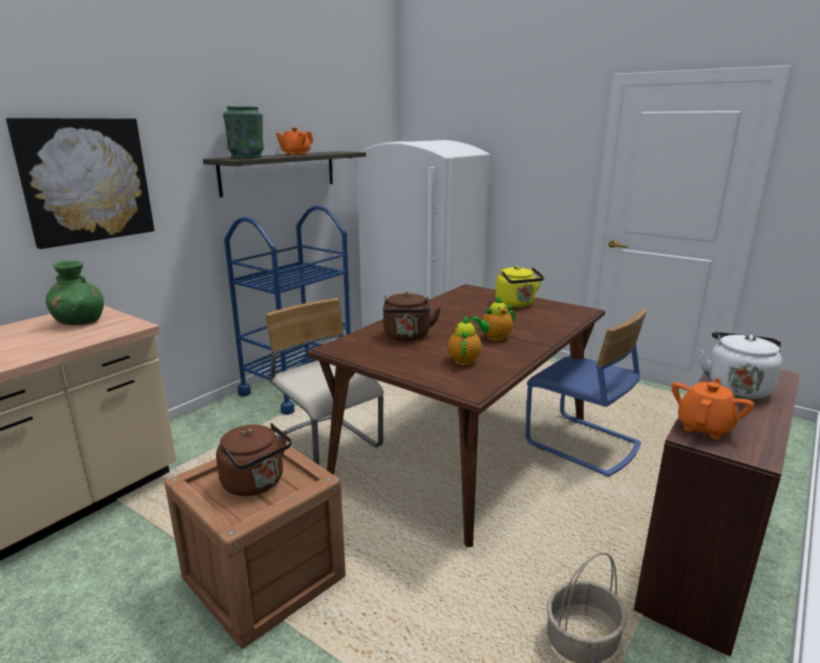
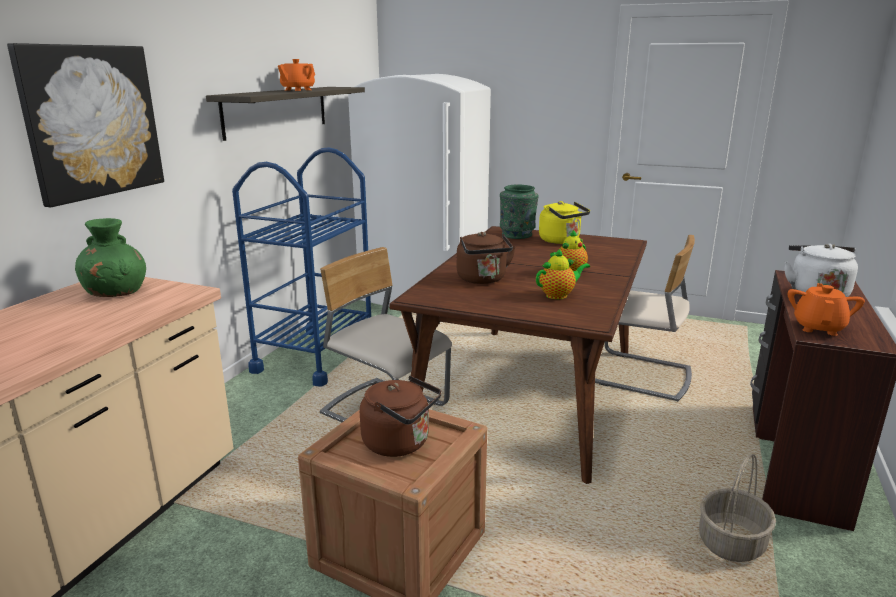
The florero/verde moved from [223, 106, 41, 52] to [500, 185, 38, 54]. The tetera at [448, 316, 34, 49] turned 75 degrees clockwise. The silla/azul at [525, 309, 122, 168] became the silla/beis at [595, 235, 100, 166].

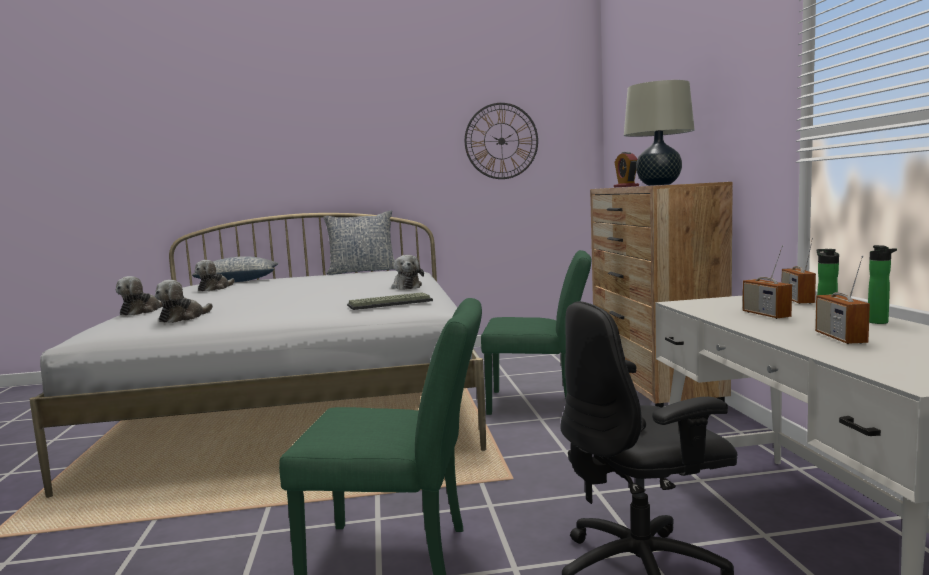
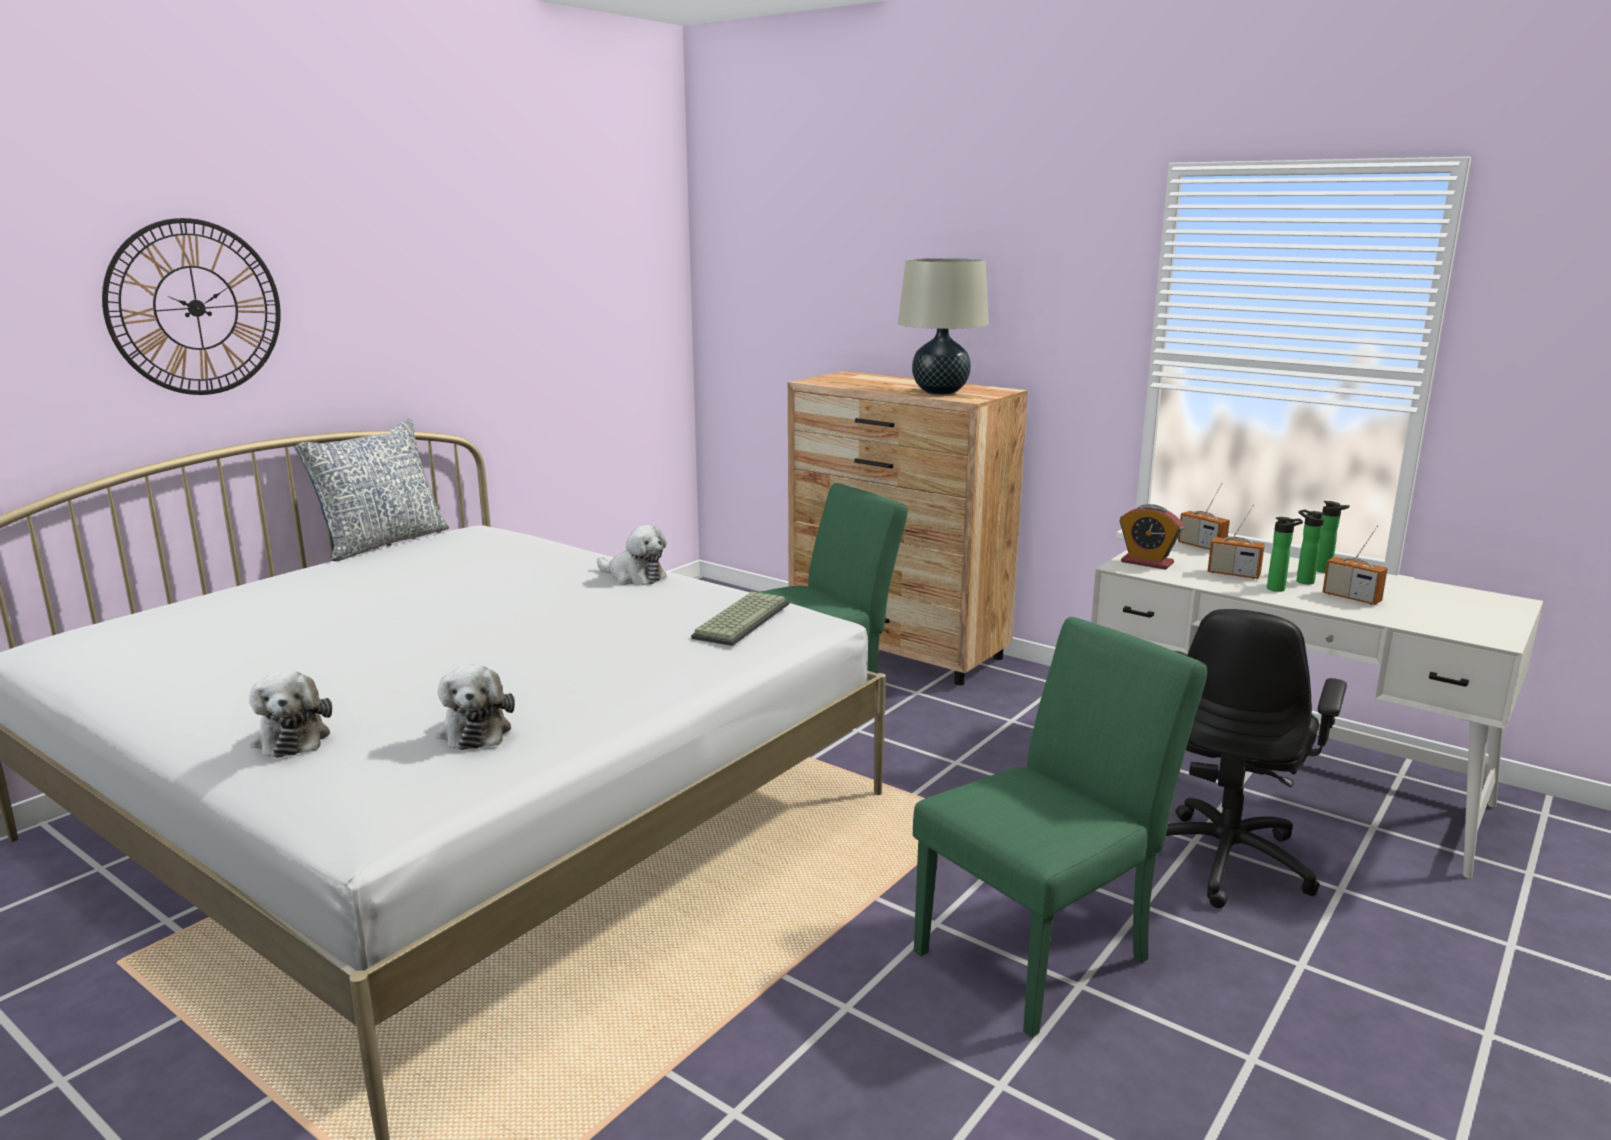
The cojín at [192, 256, 87, 26] disappeared. The peluche at [195, 260, 40, 31] disappeared. The reloj de pared moved from [465, 103, 73, 76] to [102, 218, 179, 177]. The despertador moved from [614, 152, 25, 35] to [1119, 504, 64, 66]. The botella at [1267, 517, 36, 75] appeared.

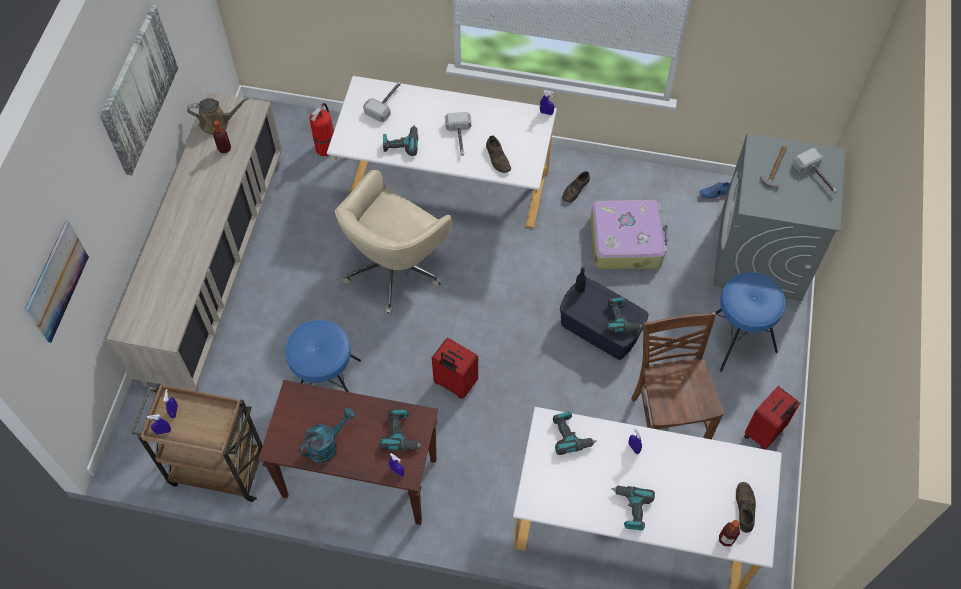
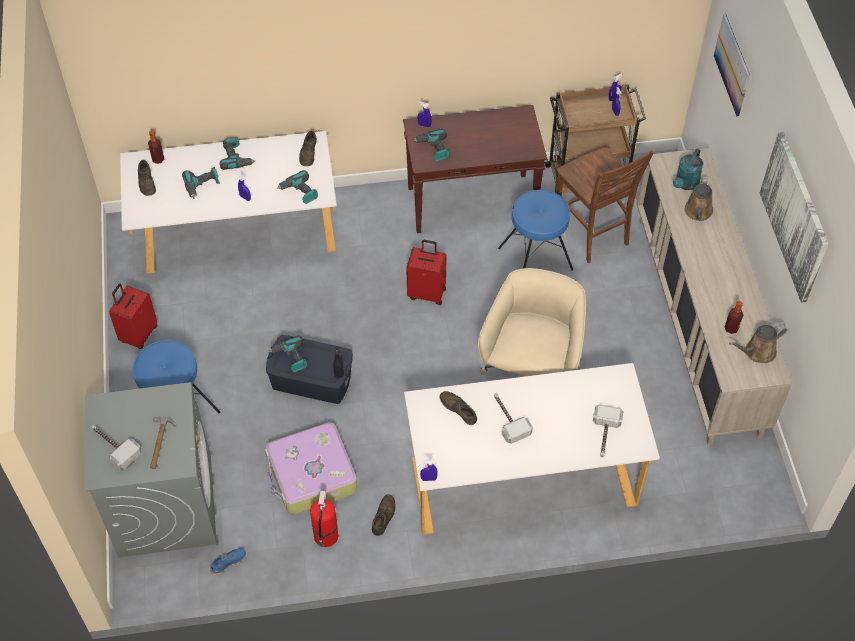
The regadera/turquesa moved from [299, 408, 56, 55] to [673, 149, 30, 41]. The extintor moved from [309, 103, 25, 53] to [310, 491, 28, 56]. The taladro moved from [383, 125, 35, 31] to [182, 167, 38, 32]. The silla/marrón moved from [631, 312, 93, 127] to [555, 147, 99, 116]. The zapato/marrón at [299, 131, 18, 35] appeared. The regadera/marrón at [684, 177, 29, 44] appeared.

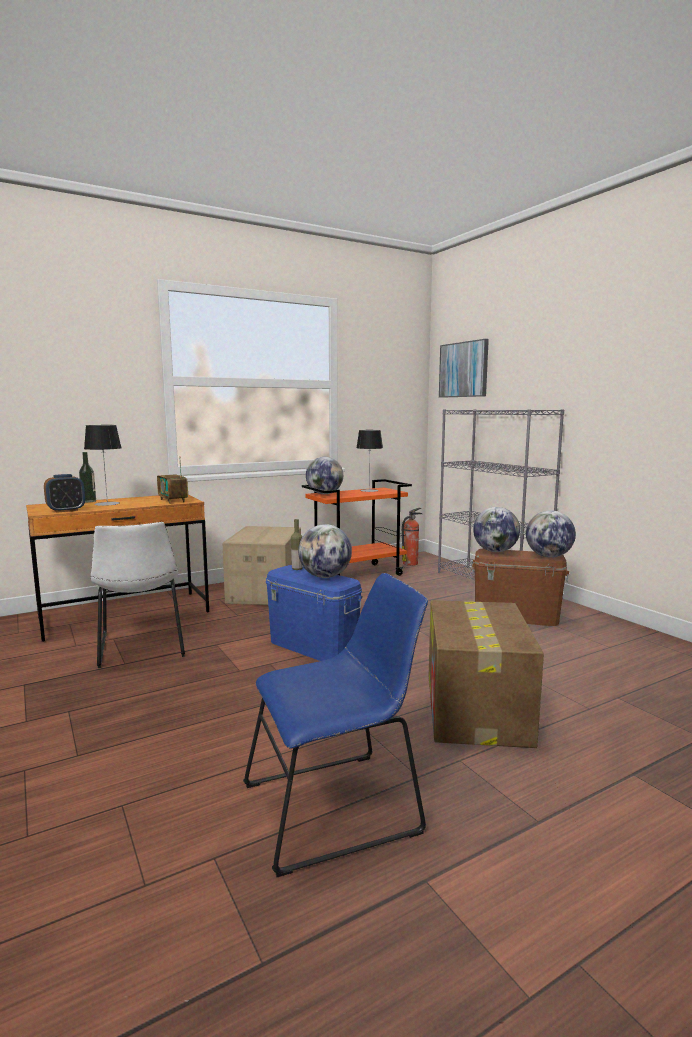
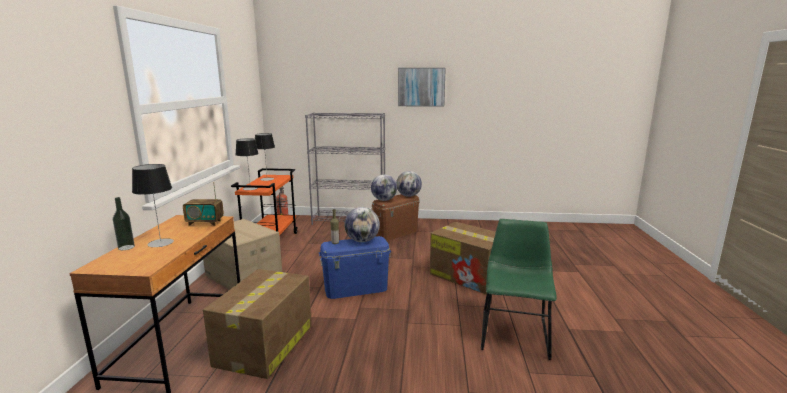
The despertador at [44, 474, 41, 39] disappeared. The silla/blanco at [91, 522, 94, 146] was replaced by the caja de cartón at [203, 269, 109, 110]. The silla/azul at [243, 573, 185, 304] became the silla/verde at [481, 219, 76, 141]. The globo terráqueo at [306, 457, 37, 37] was replaced by the lámpara de mesa at [235, 138, 24, 52]. The cuadro moved from [439, 339, 50, 59] to [398, 68, 48, 39].

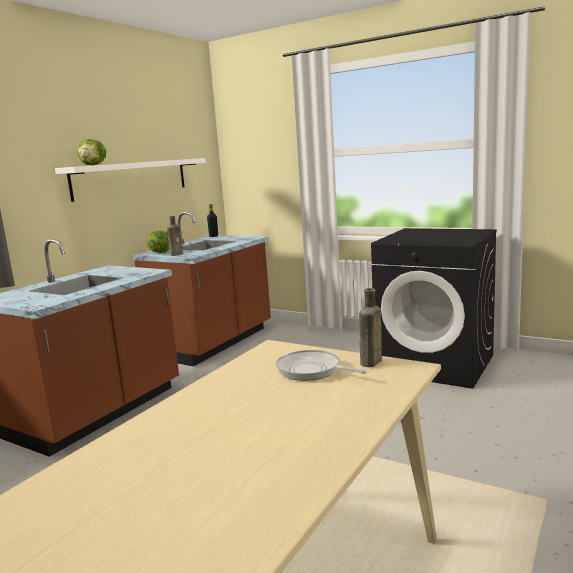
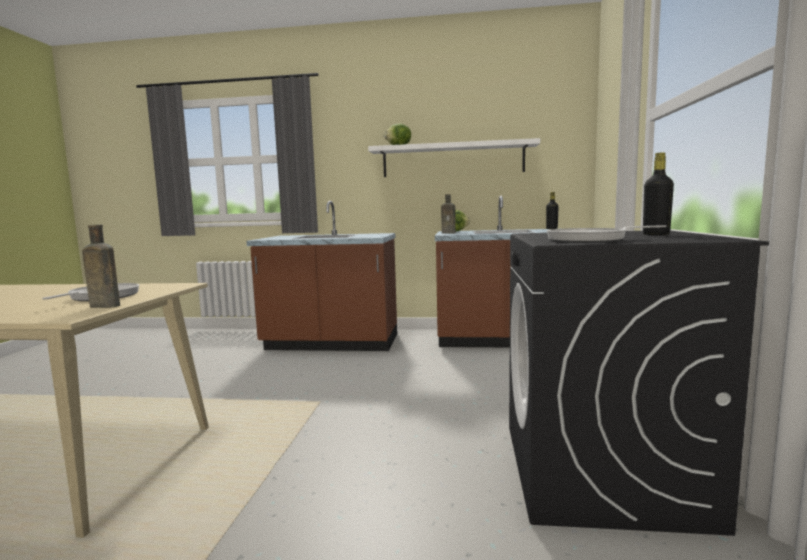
The sartén at [547, 225, 120, 18] appeared. The botella/negro at [643, 152, 31, 83] appeared.

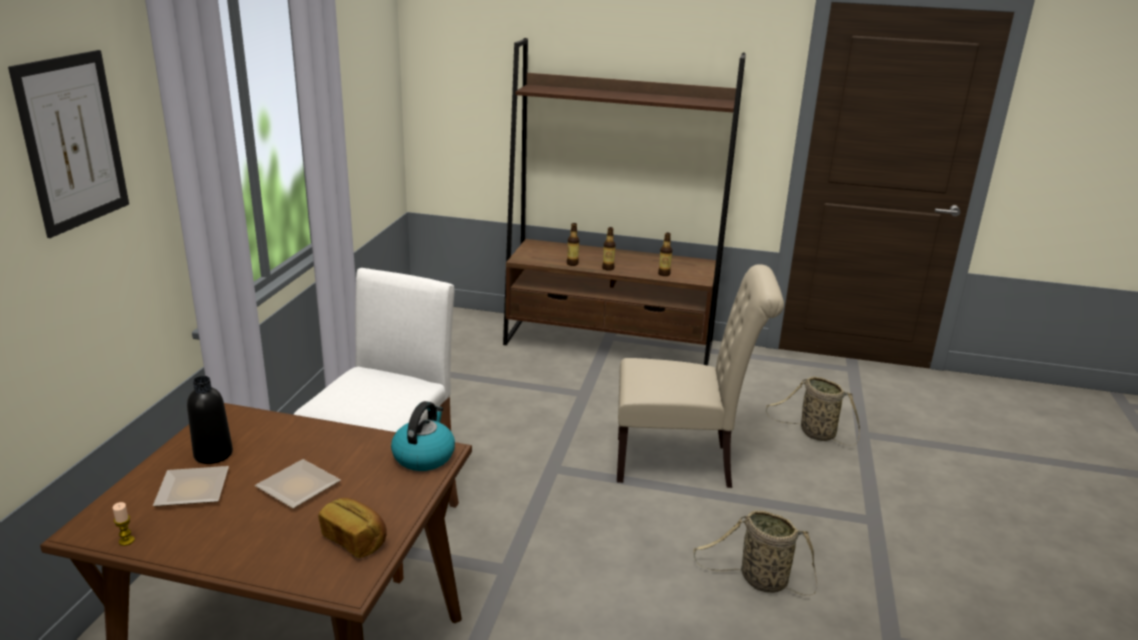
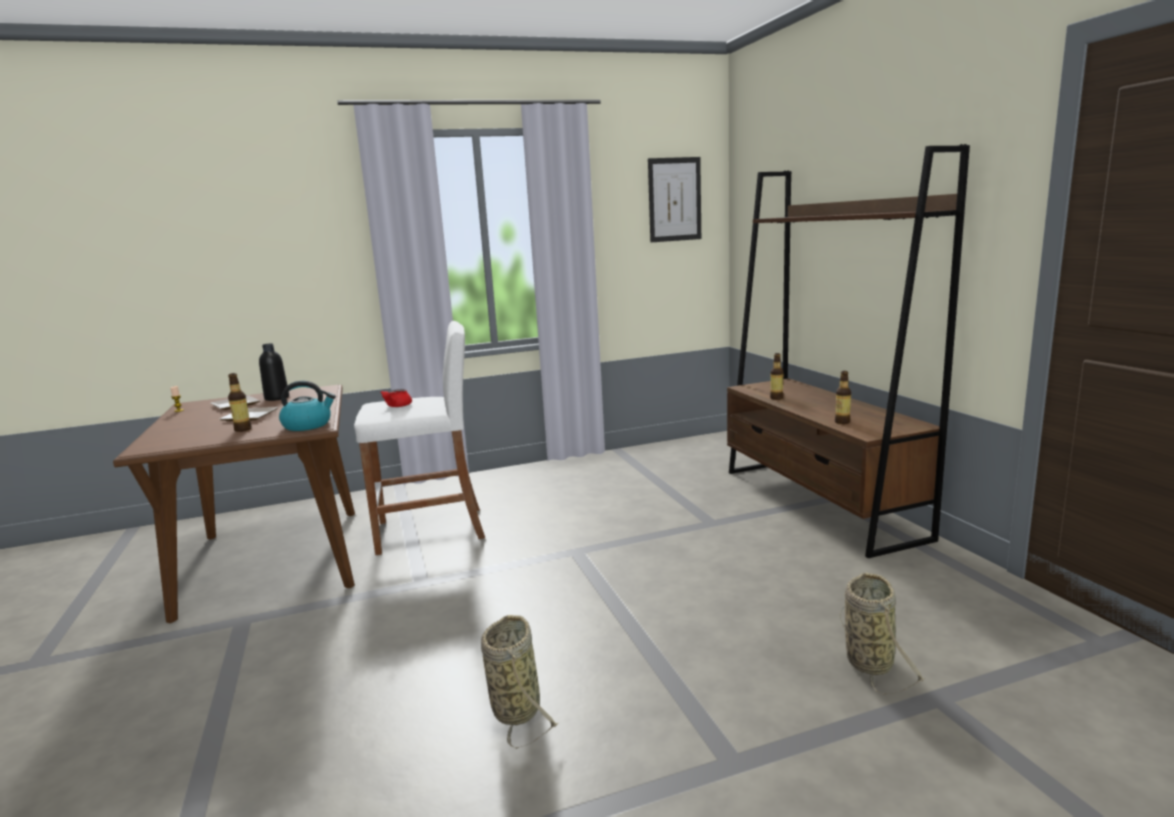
The cuadro moved from [8, 50, 121, 188] to [648, 157, 53, 85]. The pan at [318, 498, 69, 60] disappeared. The botella moved from [602, 227, 14, 44] to [228, 373, 24, 59]. The silla/beis at [617, 264, 167, 224] disappeared. The tetera/rojo at [381, 389, 31, 18] appeared.

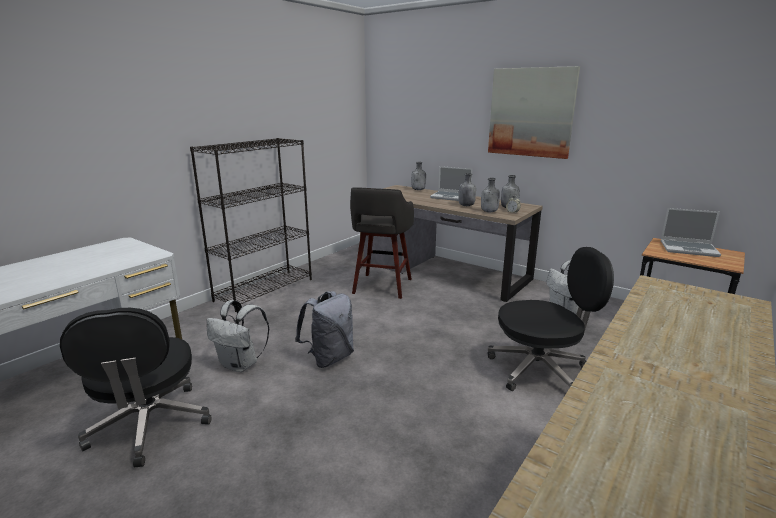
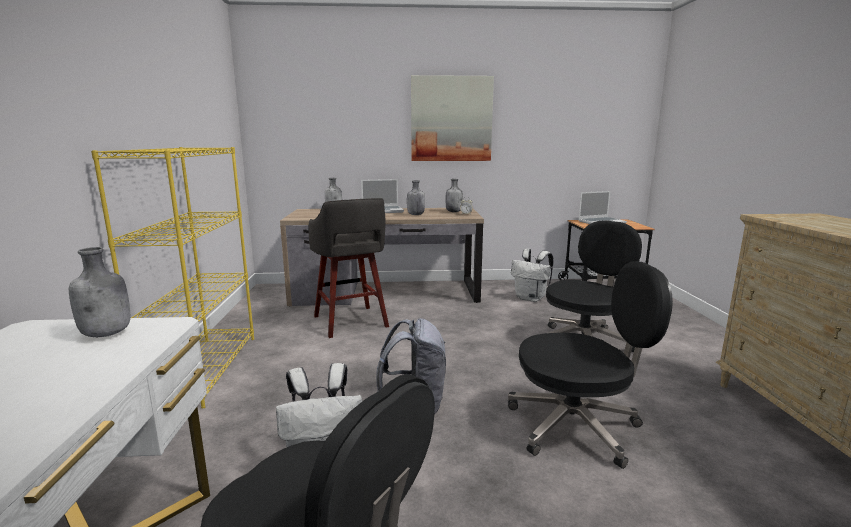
The estantería/negro at [190, 138, 122, 174] became the estantería/amarillo at [91, 147, 163, 262]. The botella/gris moved from [481, 178, 19, 34] to [69, 247, 61, 90]. The silla de oficina/negro at [508, 261, 165, 208] appeared.

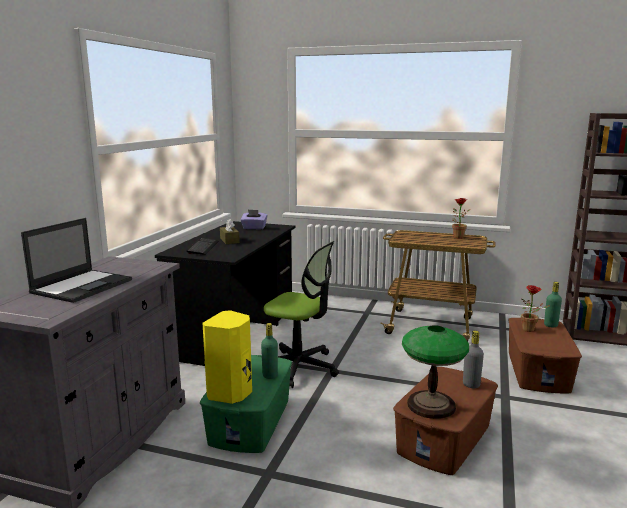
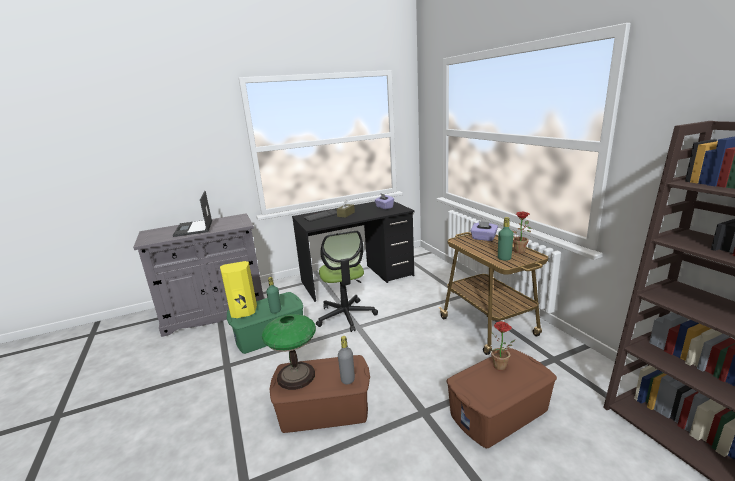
The portátil at [21, 218, 111, 85] turned 90 degrees clockwise. The botella/verde moved from [544, 282, 18, 45] to [498, 217, 15, 44]. The caja de pañuelos/morado at [471, 221, 27, 20] appeared.

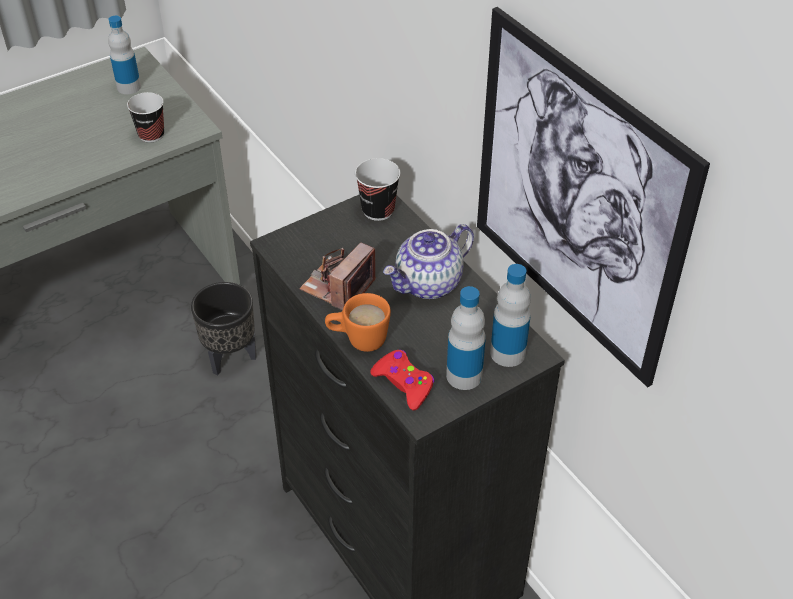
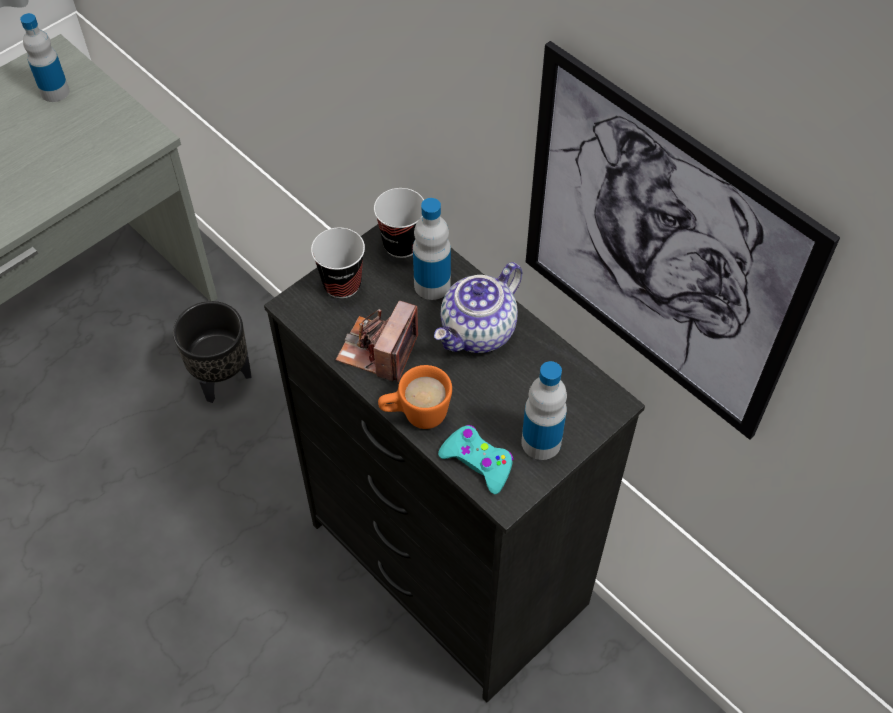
The taza moved from [127, 92, 37, 51] to [311, 228, 54, 71]. The mando de consola/rojo at [370, 350, 65, 60] became the mando de consola/turquesa at [438, 425, 76, 70]. The botella moved from [490, 264, 41, 103] to [413, 198, 38, 102].

